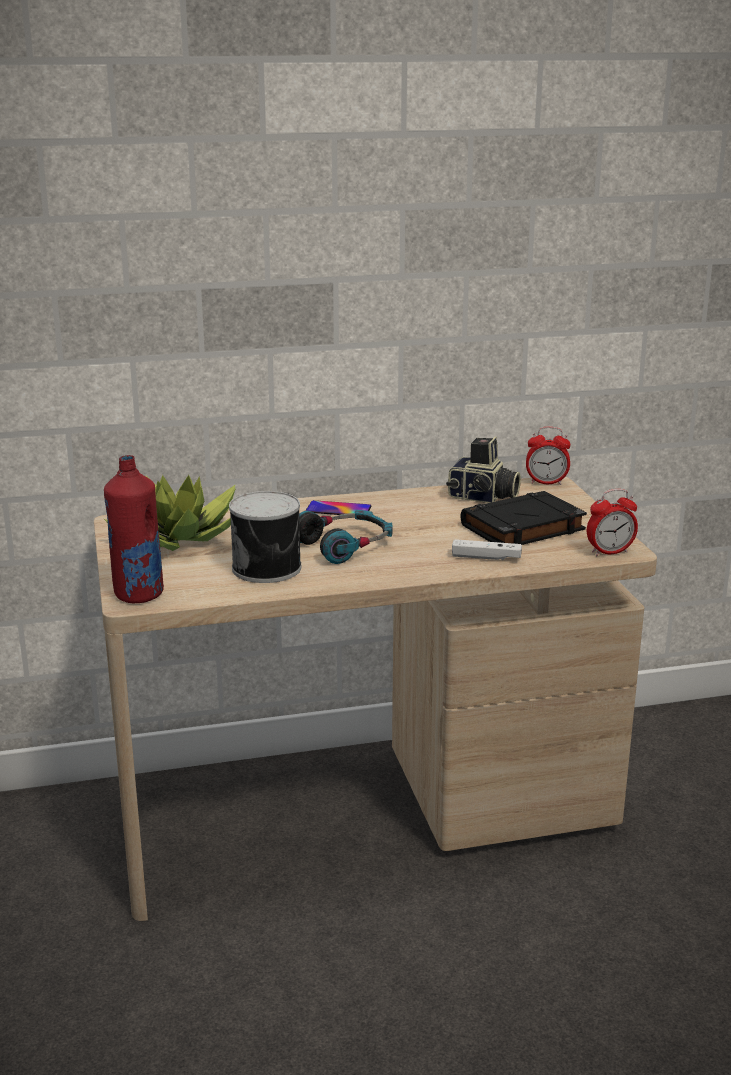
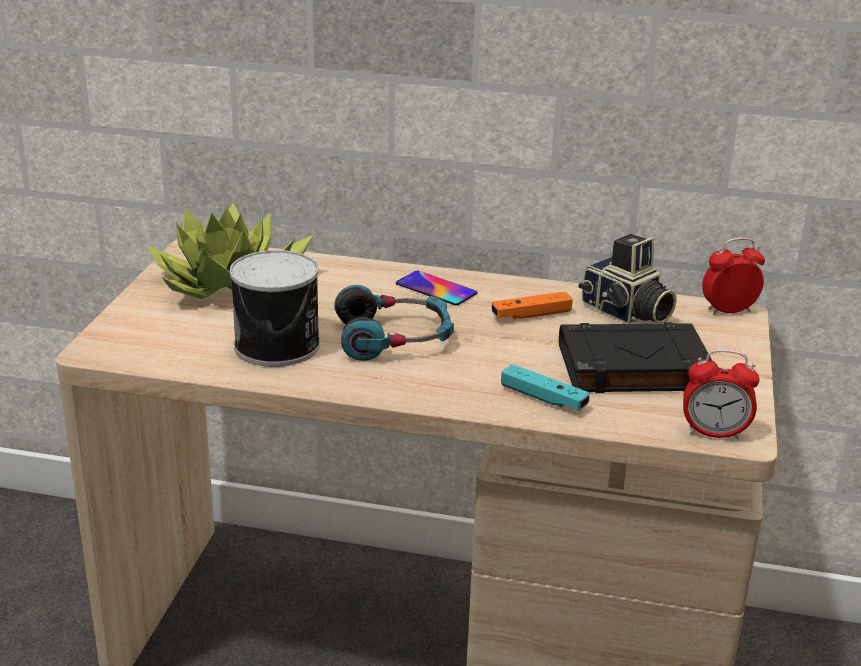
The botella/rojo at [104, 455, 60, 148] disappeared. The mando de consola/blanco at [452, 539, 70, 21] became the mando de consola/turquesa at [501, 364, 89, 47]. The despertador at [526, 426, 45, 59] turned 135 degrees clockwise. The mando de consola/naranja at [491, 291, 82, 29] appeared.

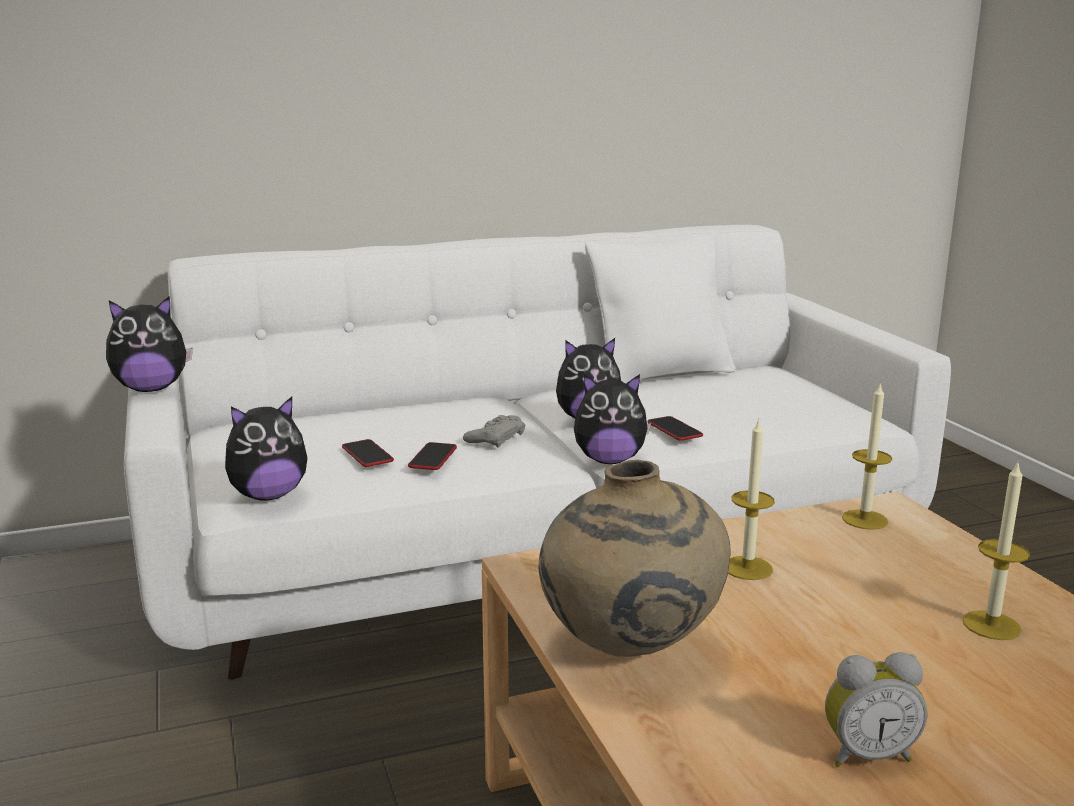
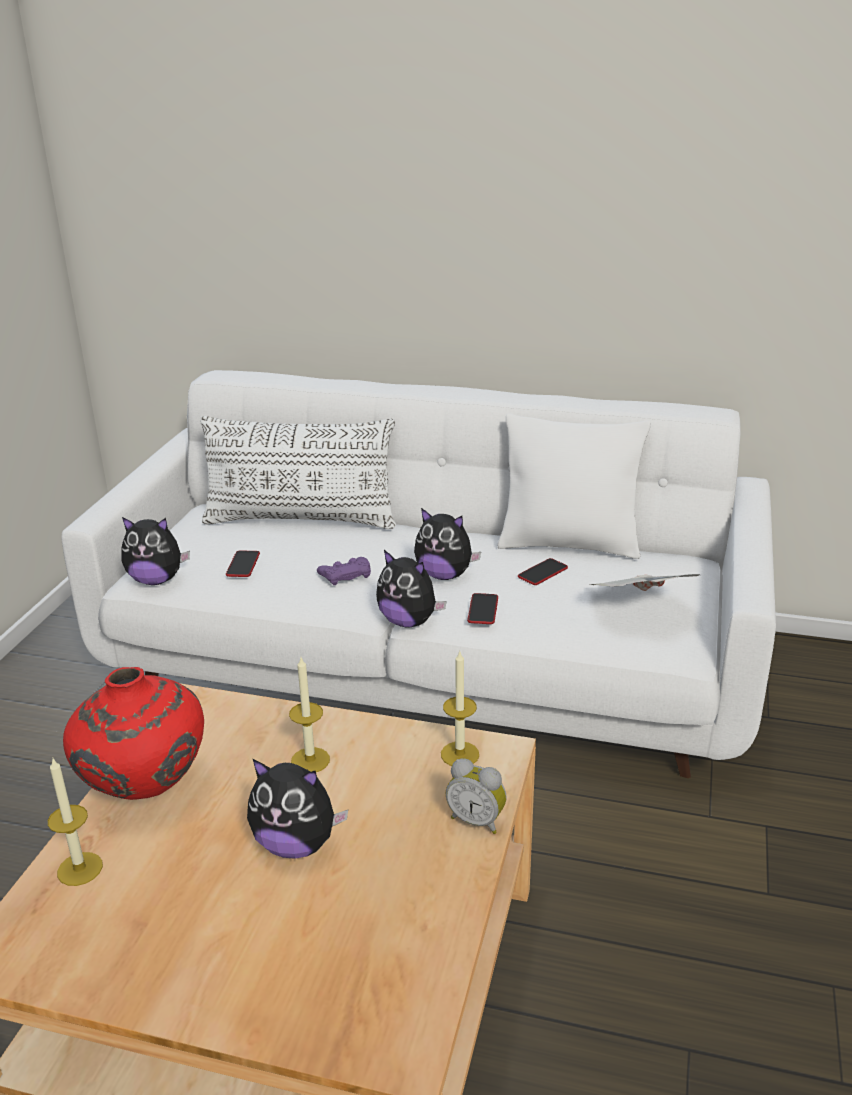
The peluche moved from [106, 297, 87, 95] to [247, 759, 101, 100]. The móvil moved from [408, 442, 49, 28] to [518, 558, 50, 27]. The mando de consola/gris at [463, 415, 63, 32] became the mando de consola/morado at [317, 557, 54, 28]. The florero/beis at [539, 460, 191, 197] became the florero/rojo at [63, 667, 141, 133]. The despertador moved from [825, 652, 102, 115] to [446, 758, 61, 76]. The vela moved from [962, 463, 68, 177] to [48, 759, 55, 127]. The cojín/blanco at [200, 416, 196, 113] appeared. The periódico at [592, 574, 110, 17] appeared.

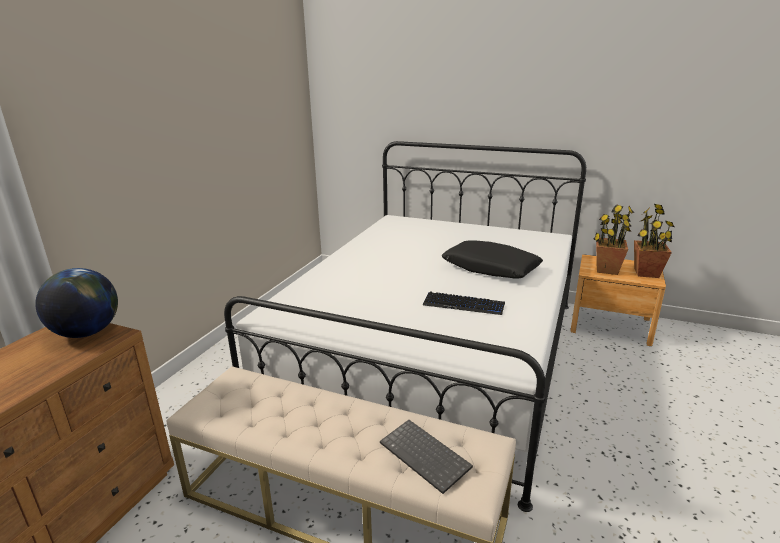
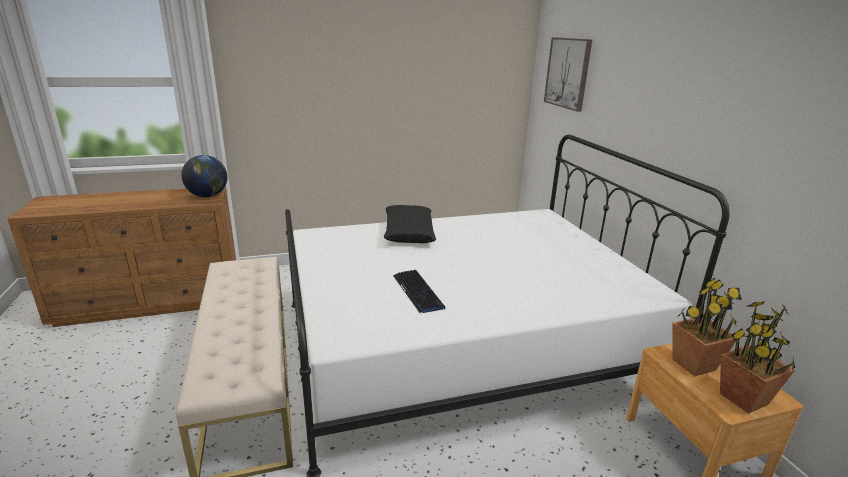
The teclado at [380, 420, 93, 74] disappeared. The cojín/negro moved from [442, 240, 101, 39] to [384, 205, 52, 38]. The cuadro at [544, 37, 48, 75] appeared.

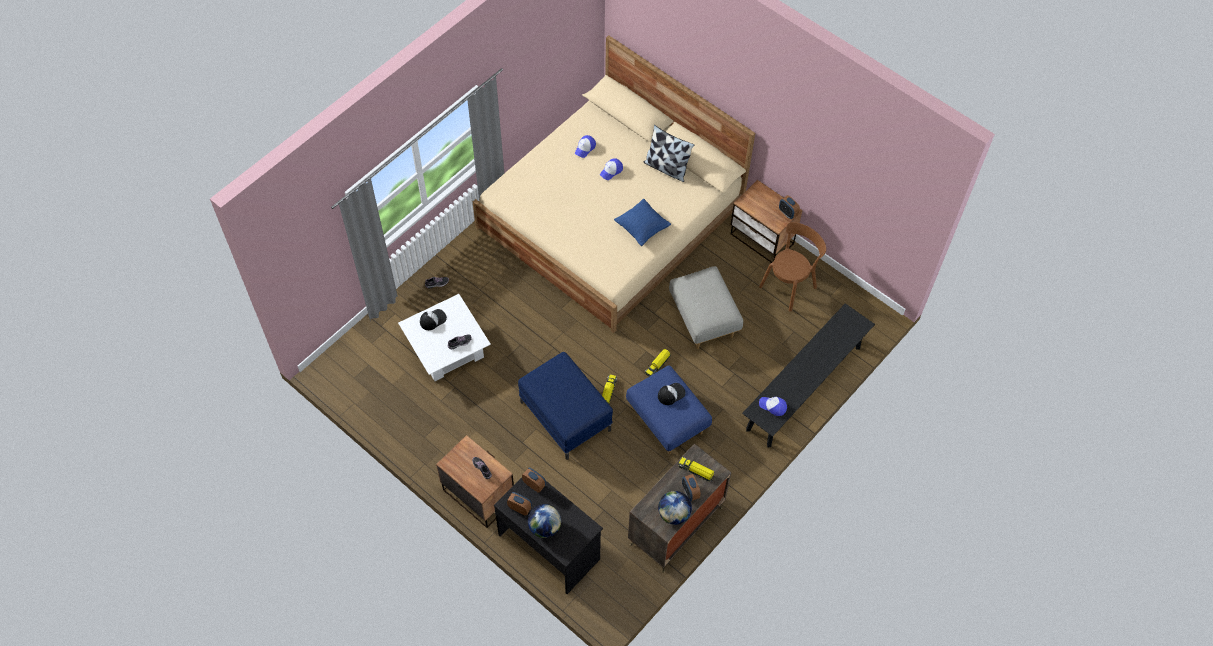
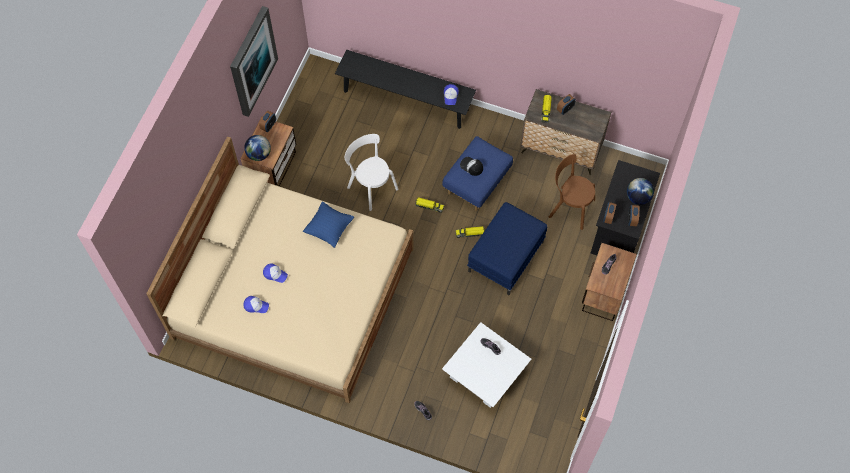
The gorra at [420, 309, 27, 21] disappeared. The cojín at [644, 125, 50, 57] disappeared. The globo terráqueo moved from [658, 491, 34, 34] to [244, 135, 27, 26]. The puf/gris at [669, 266, 74, 83] was replaced by the silla/blanco at [345, 134, 53, 77]. The silla/marrón moved from [759, 222, 67, 90] to [549, 154, 46, 76]. The cuadro at [230, 6, 48, 111] appeared.

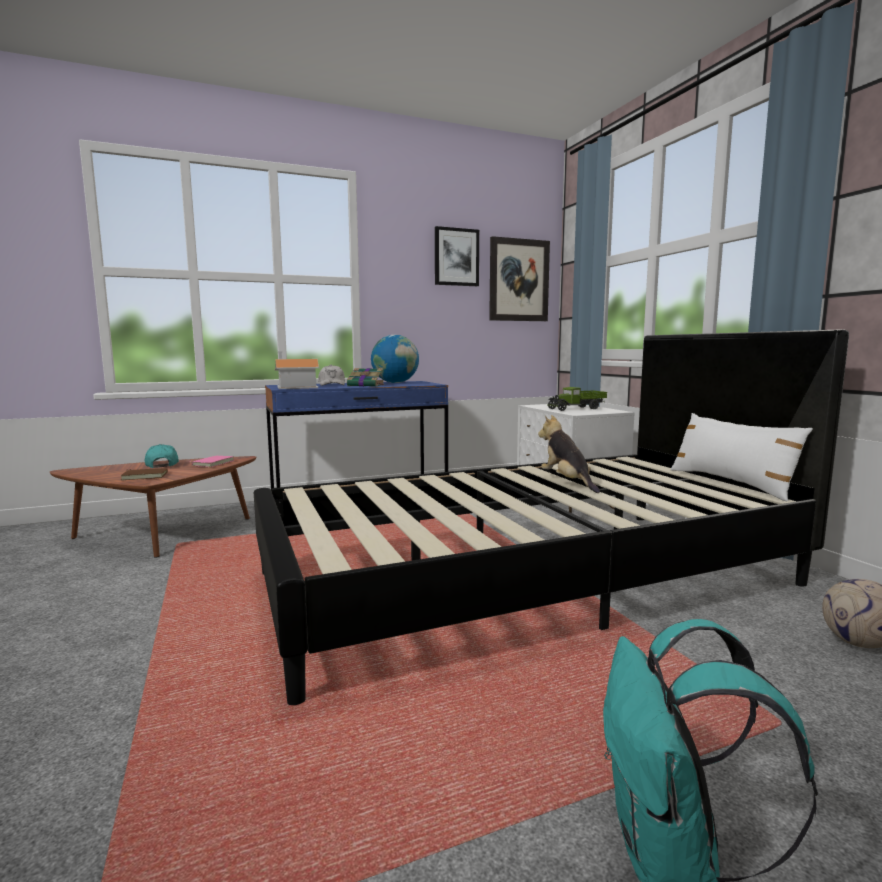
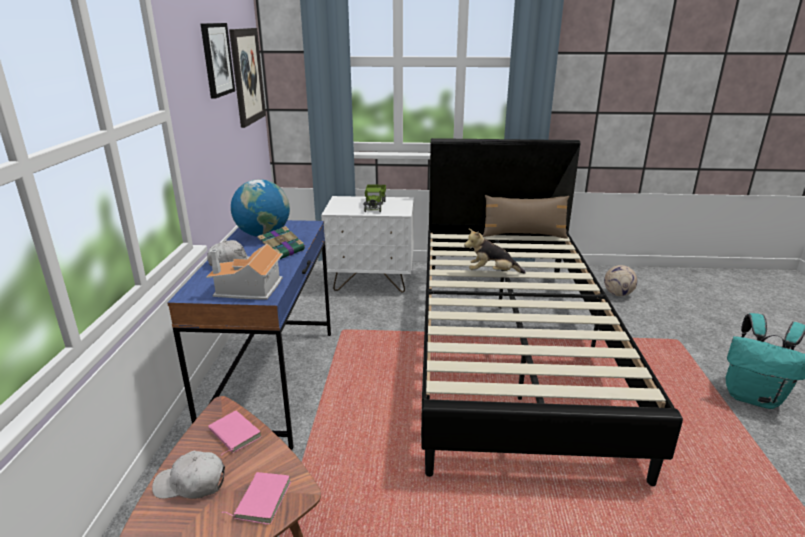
The libro/marrón at [121, 468, 47, 12] became the libro/rosa at [222, 472, 69, 53]. The gorra/turquesa at [145, 444, 34, 24] became the gorra/blanco at [152, 450, 73, 49]. The cojín/blanco at [670, 413, 143, 88] became the cojín/marrón at [483, 195, 86, 44].

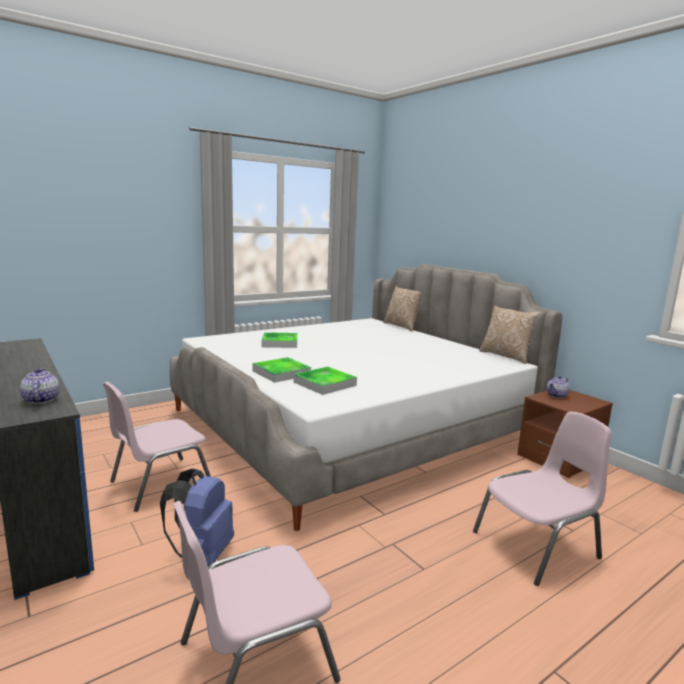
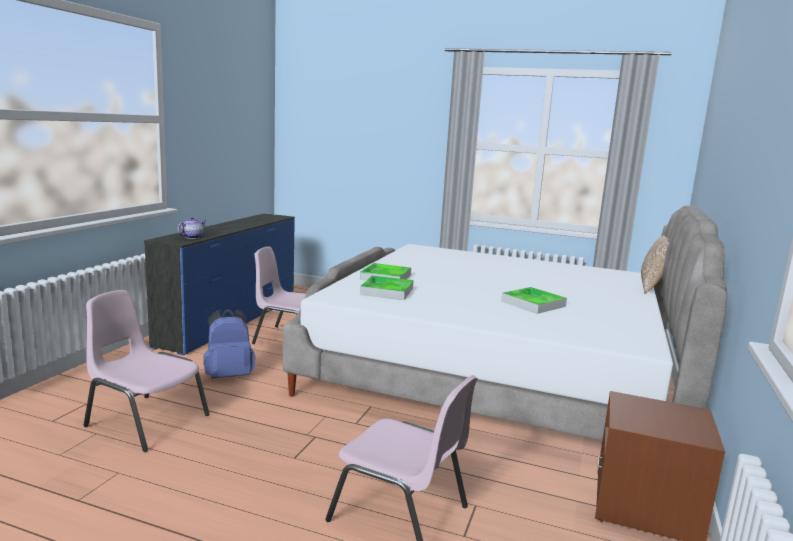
The bandeja moved from [261, 332, 36, 16] to [501, 287, 66, 27]. The cojín at [479, 305, 62, 59] disappeared. The tetera at [546, 376, 24, 22] disappeared.

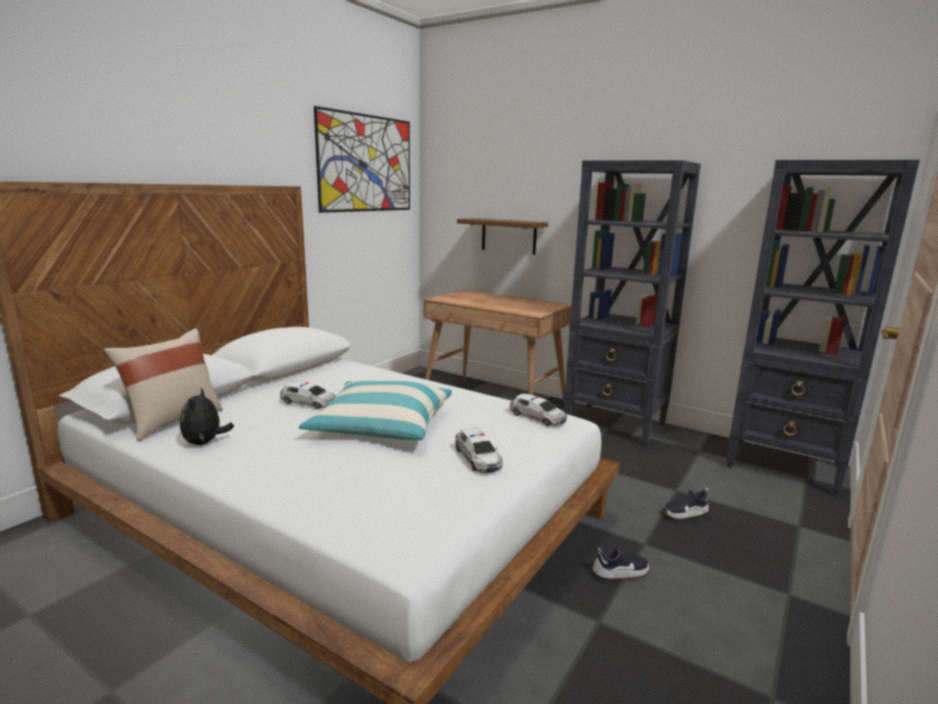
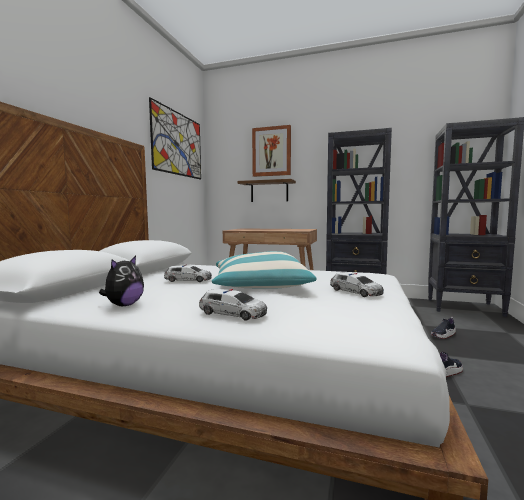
The cojín/beis at [104, 328, 119, 113] disappeared. The peluche at [180, 387, 54, 58] turned 135 degrees counterclockwise. The coche de juguete moved from [510, 393, 57, 33] to [199, 289, 68, 32]. The cuadro at [252, 125, 39, 52] appeared.

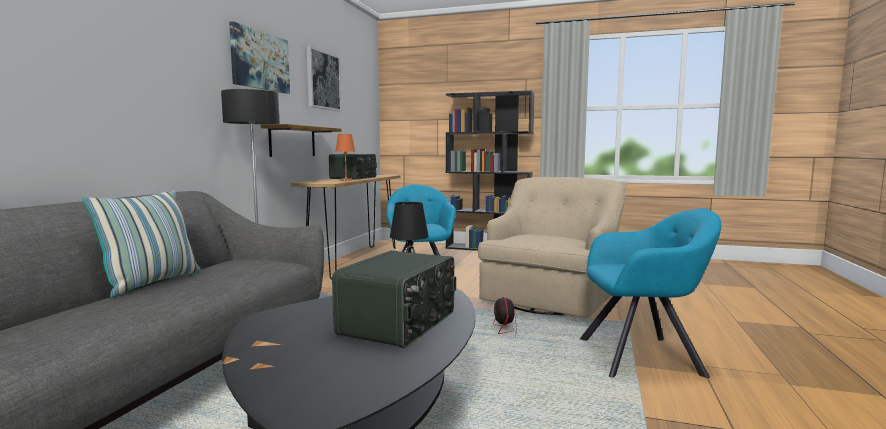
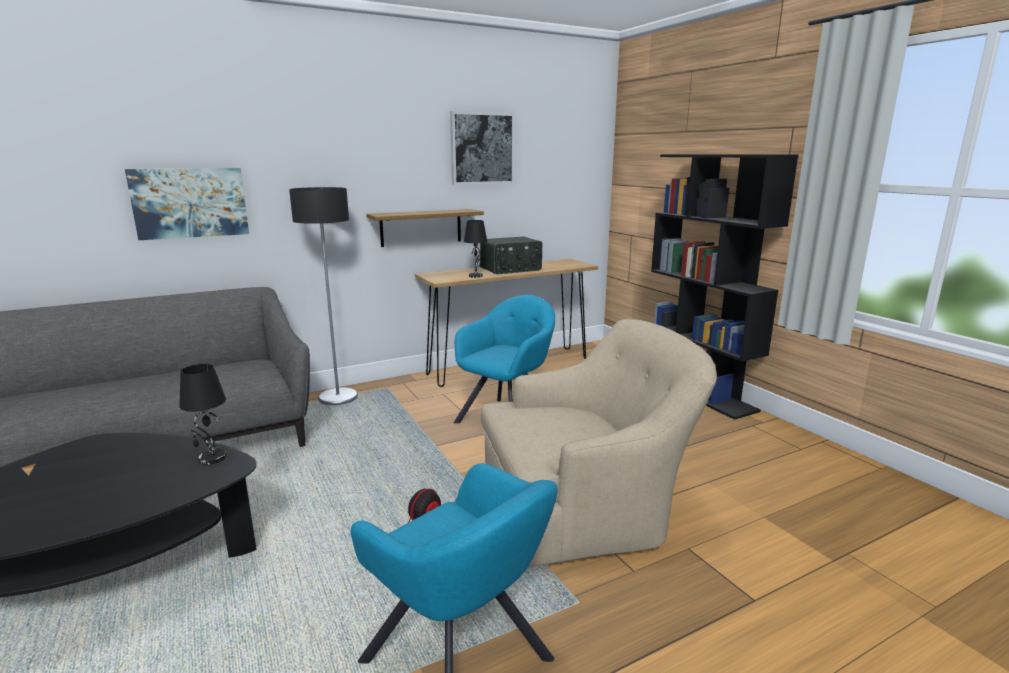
The cojín at [82, 190, 119, 108] disappeared. The cuadro moved from [229, 21, 61, 73] to [125, 168, 124, 72]. The radio at [332, 250, 124, 98] disappeared. The lámpara de mesa/naranja at [335, 134, 20, 47] became the lámpara de mesa/negro at [464, 220, 23, 58].

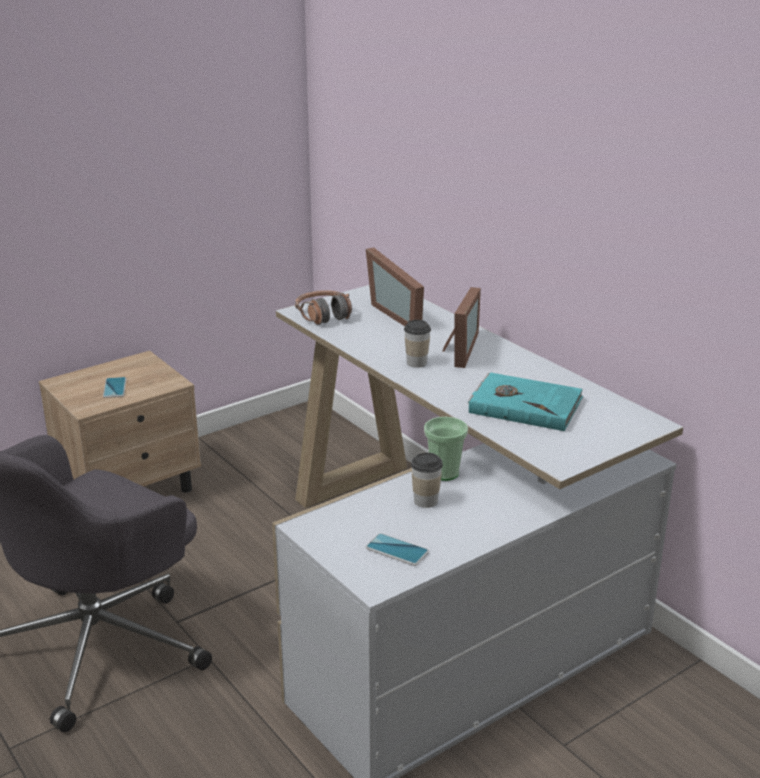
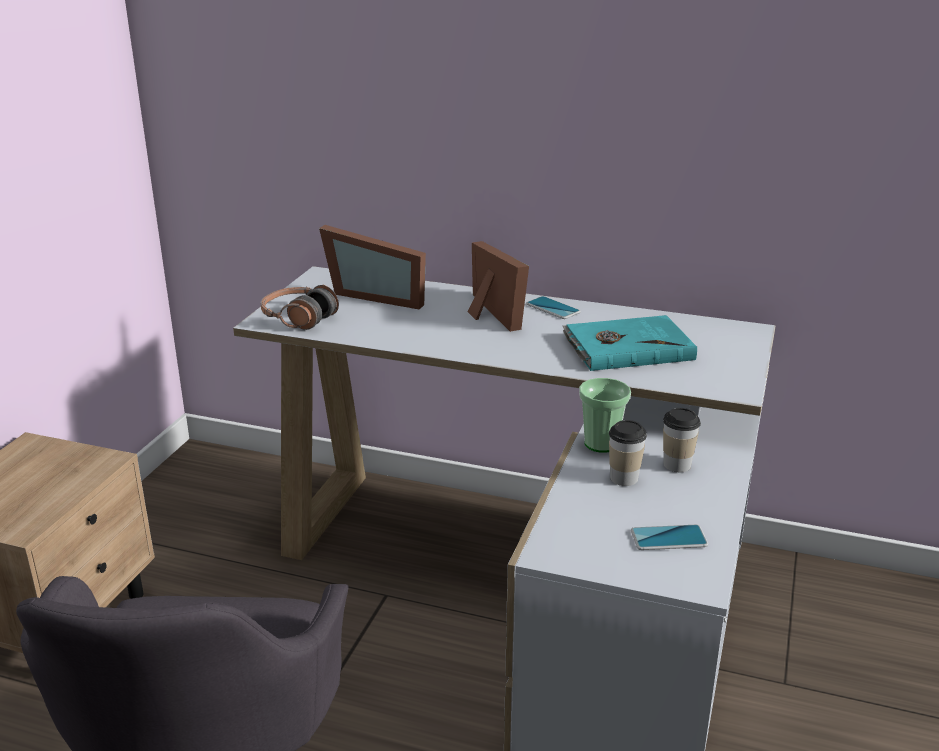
The móvil moved from [103, 377, 24, 21] to [526, 296, 55, 23]. The taza moved from [404, 320, 27, 48] to [663, 408, 38, 64].

